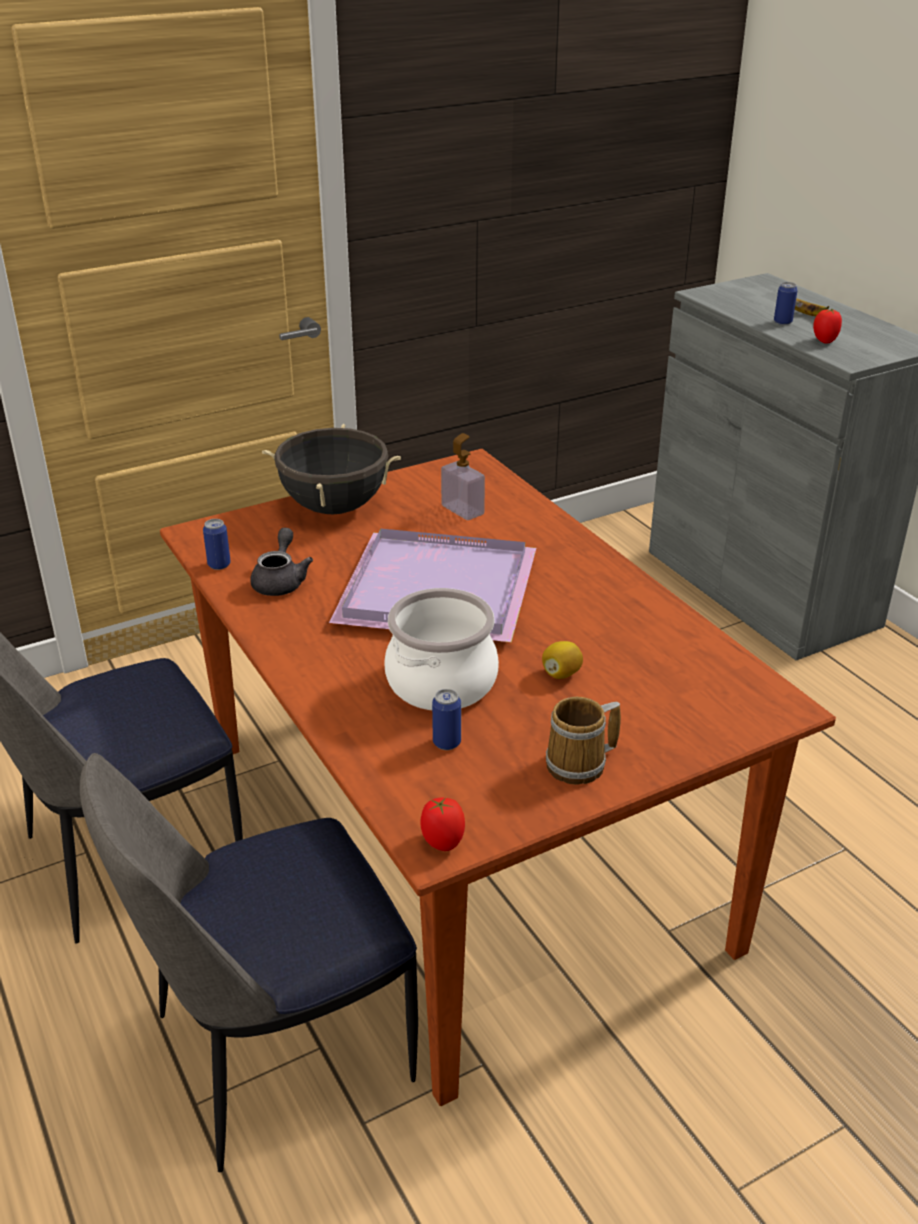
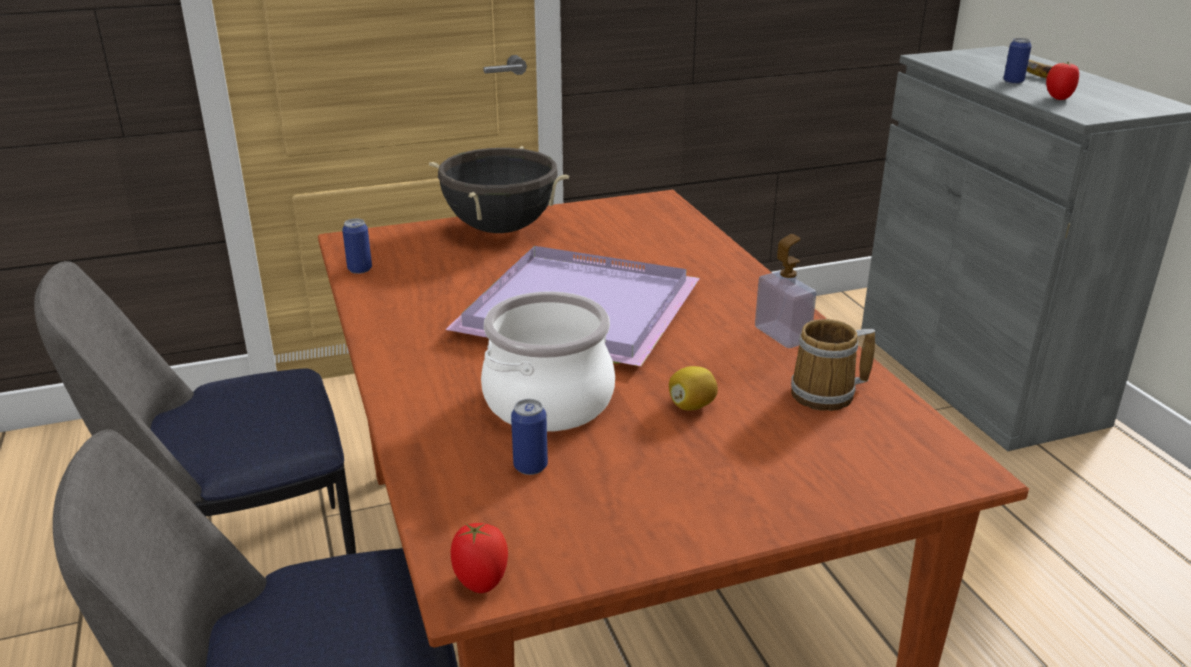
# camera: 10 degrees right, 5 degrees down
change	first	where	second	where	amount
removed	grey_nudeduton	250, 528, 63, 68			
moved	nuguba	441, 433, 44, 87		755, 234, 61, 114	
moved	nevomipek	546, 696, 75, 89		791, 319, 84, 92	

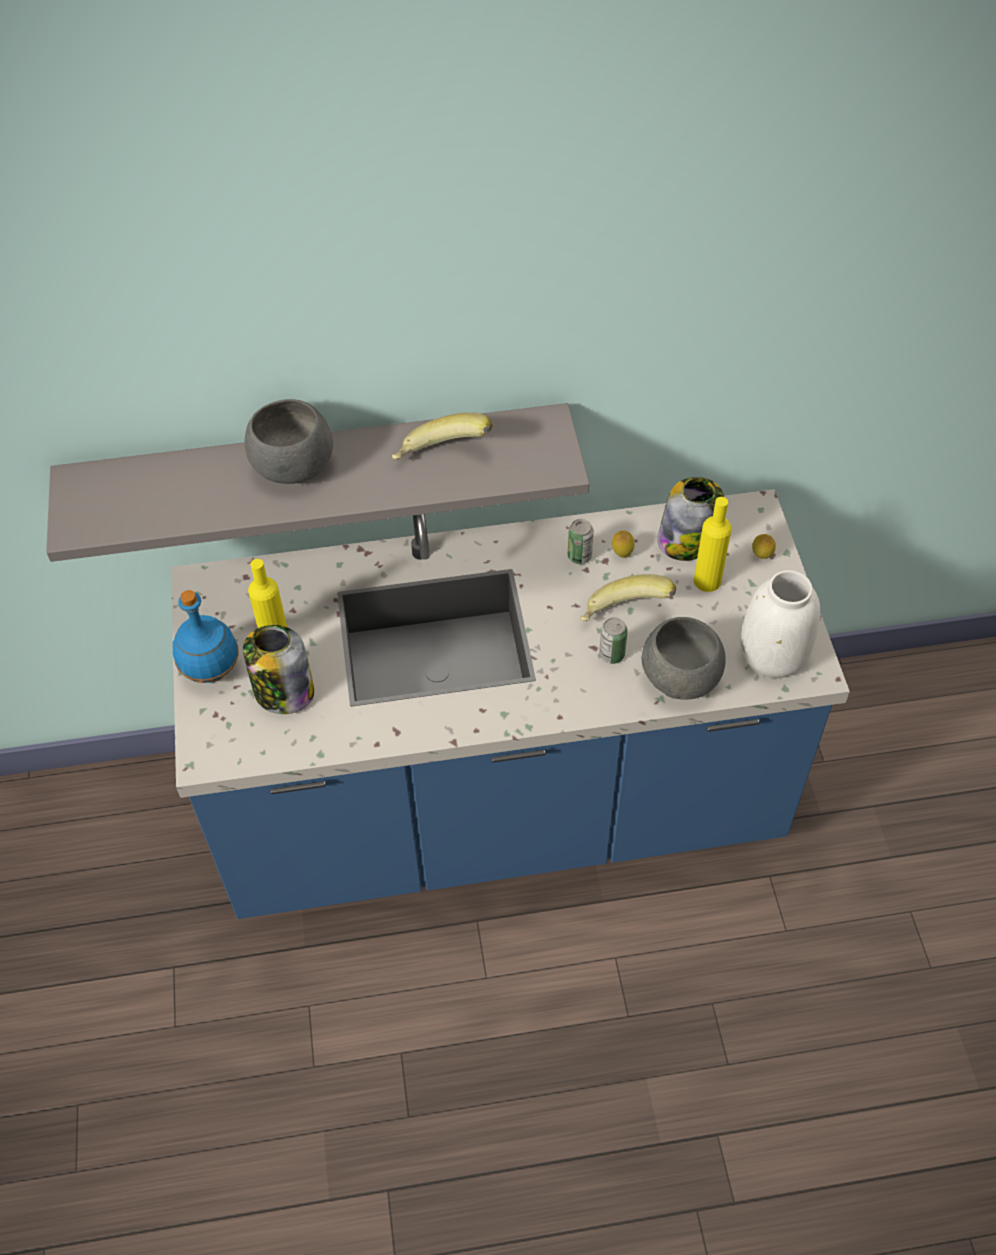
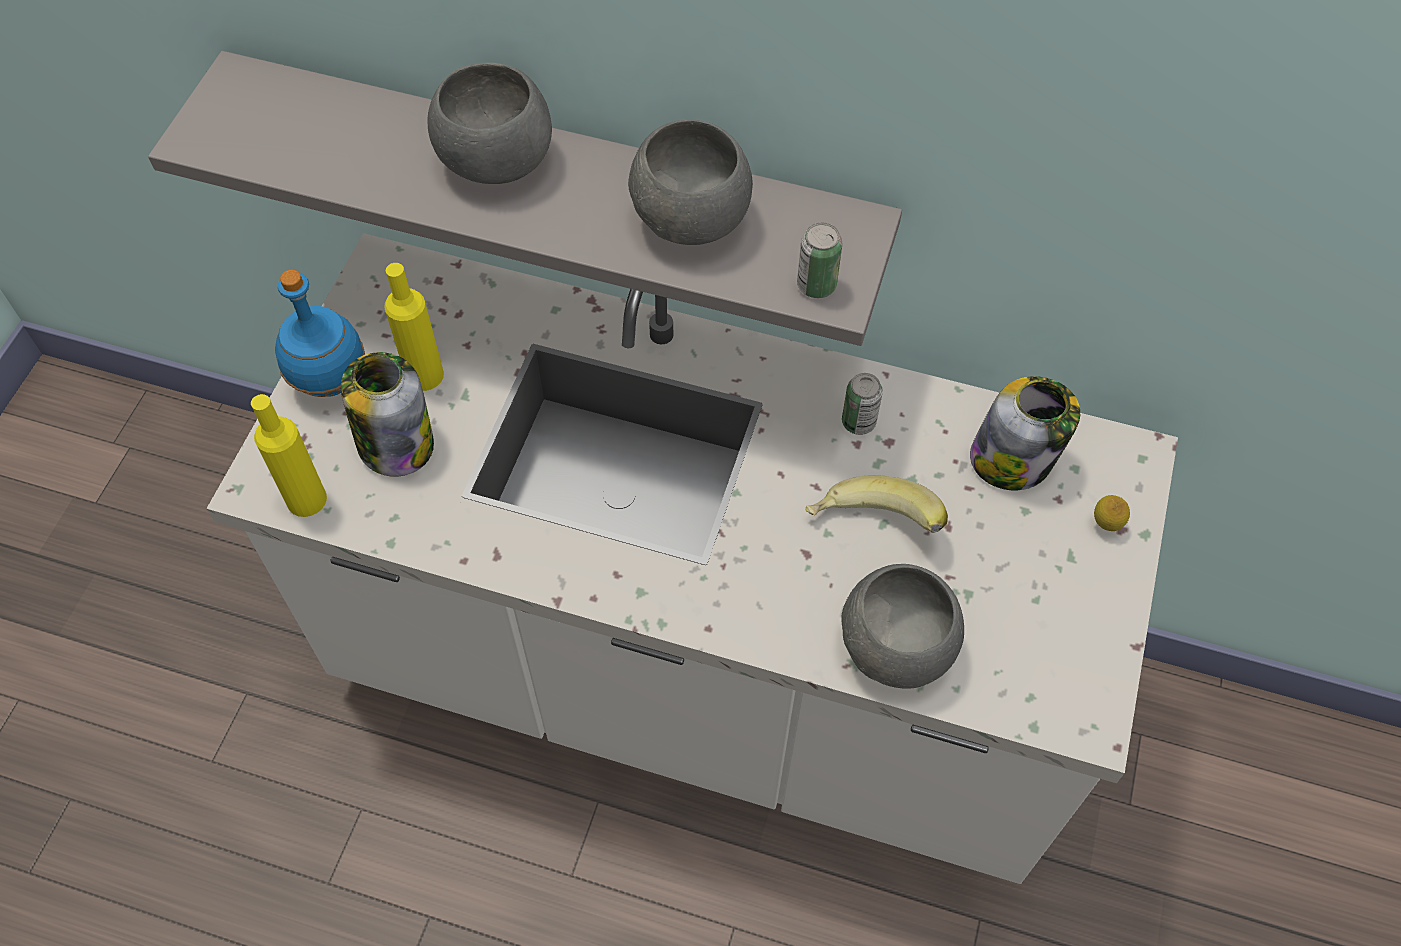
# camera: 25 degrees right, 5 degrees up
change	first	where	second	where	amount
removed	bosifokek	612, 530, 23, 28			
removed	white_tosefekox	740, 570, 80, 108			
moved	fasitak	599, 617, 29, 47		797, 222, 46, 76	
moved	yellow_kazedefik	694, 497, 38, 95		251, 394, 76, 123	
replaced	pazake	392, 412, 101, 48	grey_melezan	628, 119, 125, 126	
recoloured	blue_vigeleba	171, 489, 679, 430	white_vigeleba	206, 233, 972, 651	

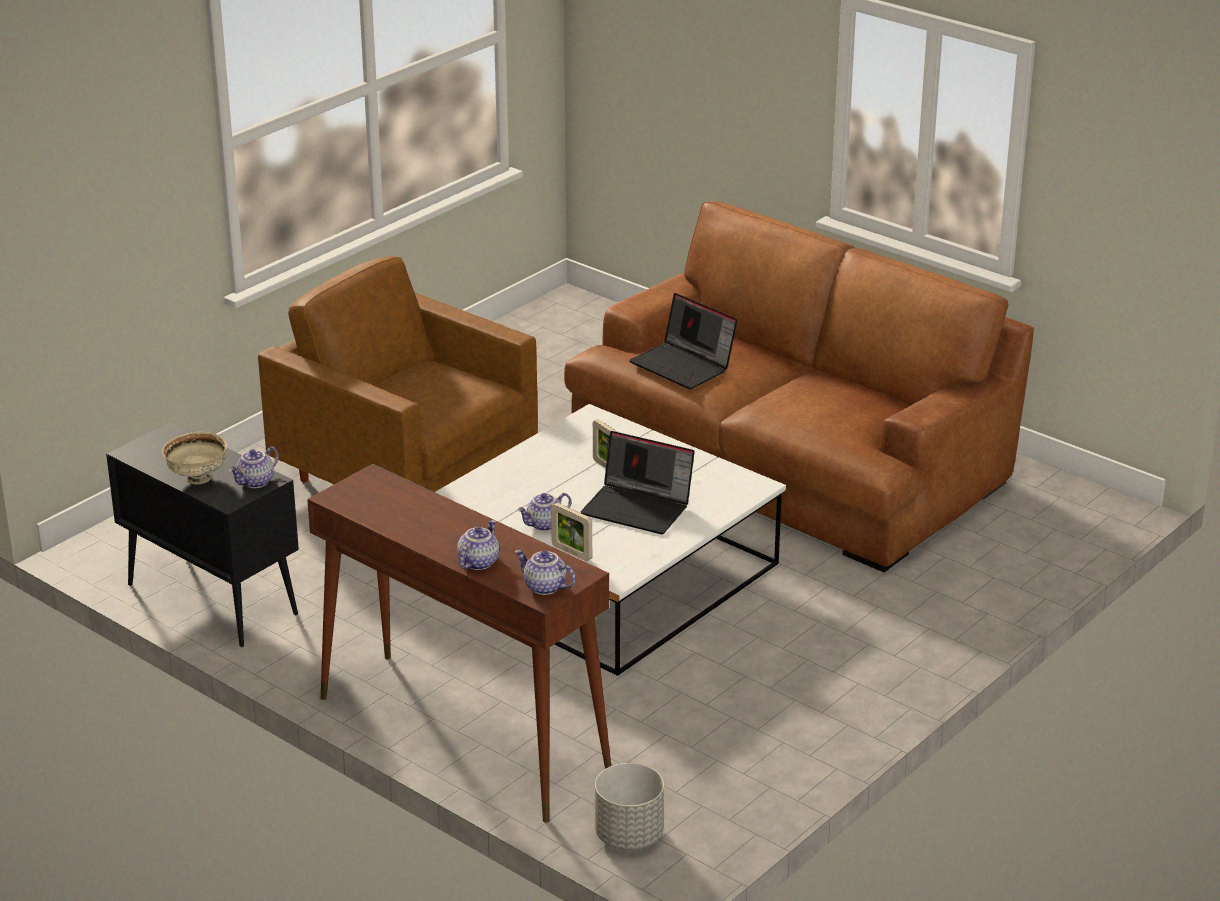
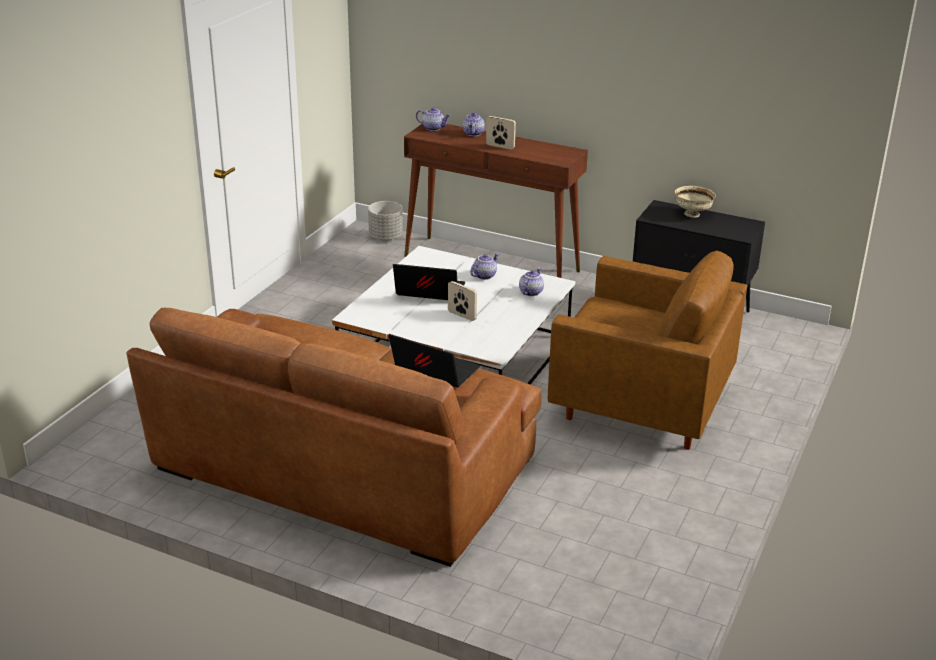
# camera: 165 degrees right, 0 degrees up
change	first	where	second	where	amount
moved	nudeduton	229, 446, 50, 42		519, 268, 25, 28	
moved	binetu	551, 503, 41, 58		486, 116, 30, 34	

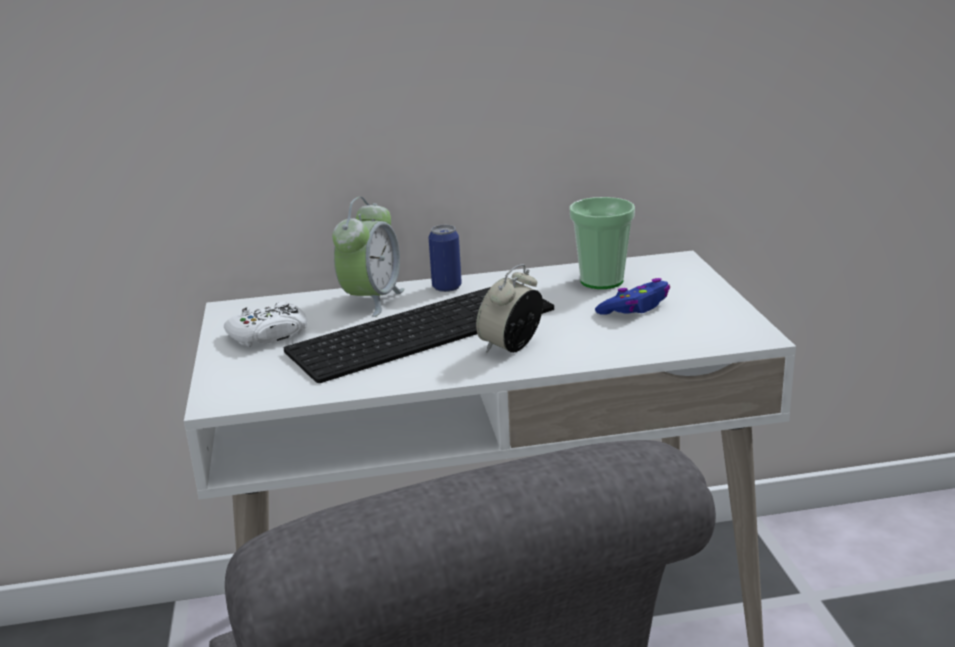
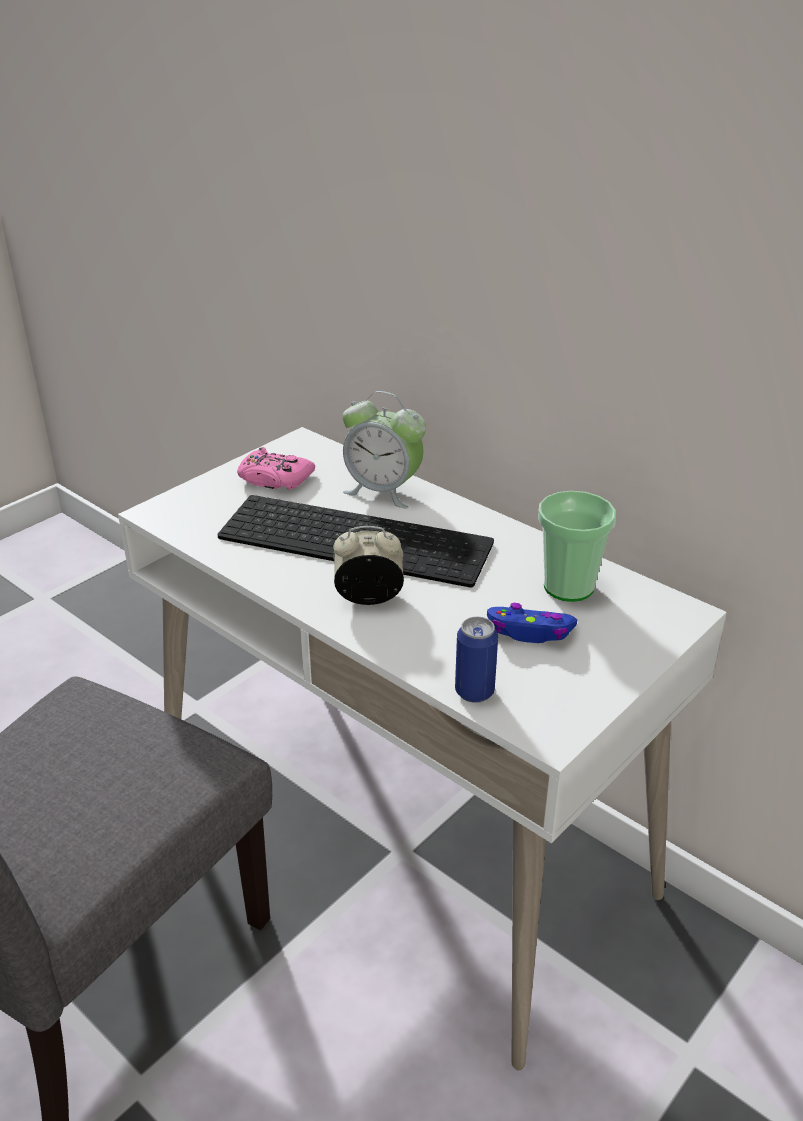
# camera: 50 degrees right, 10 degrees up
change	first	where	second	where	amount
moved	fasitak	429, 225, 33, 67		455, 617, 43, 86	
recoloured	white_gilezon	224, 302, 83, 45	pink_gilezon	237, 447, 78, 43	
turned	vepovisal	332, 197, 73, 120		343, 391, 83, 117	45 degrees clockwise

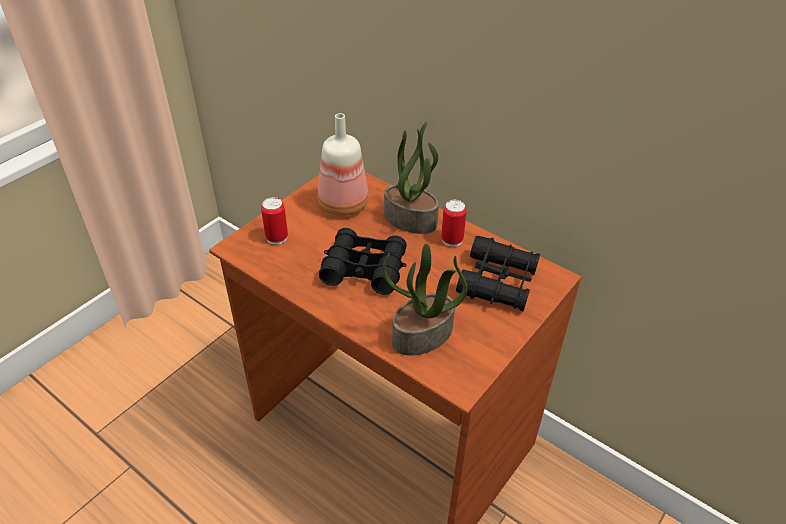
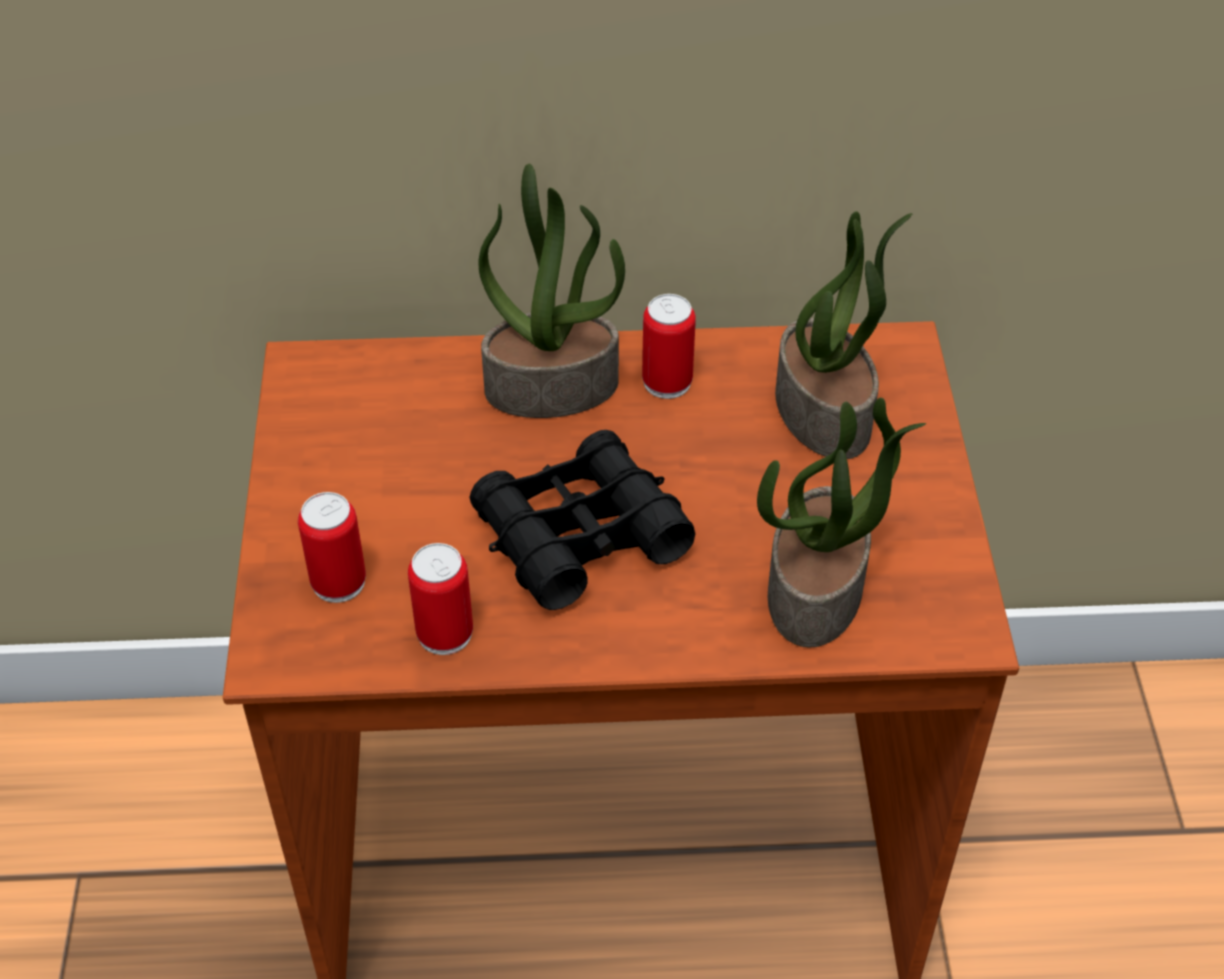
# camera: 40 degrees left, 5 degrees up
change	first	where	second	where	amount
removed	kazedefik	318, 113, 50, 103			
added			fasitak	408, 543, 65, 112	
replaced	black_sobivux	456, 236, 84, 75	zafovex	775, 211, 138, 248	

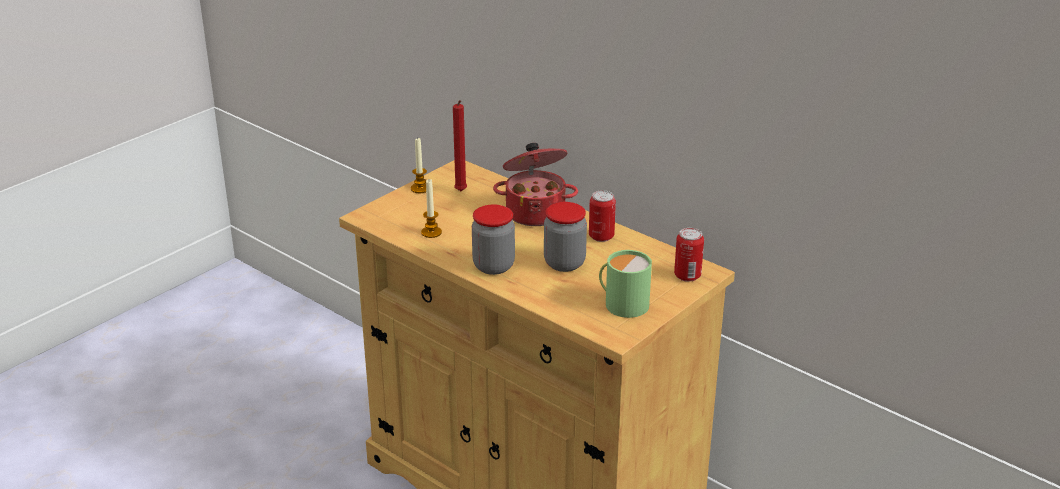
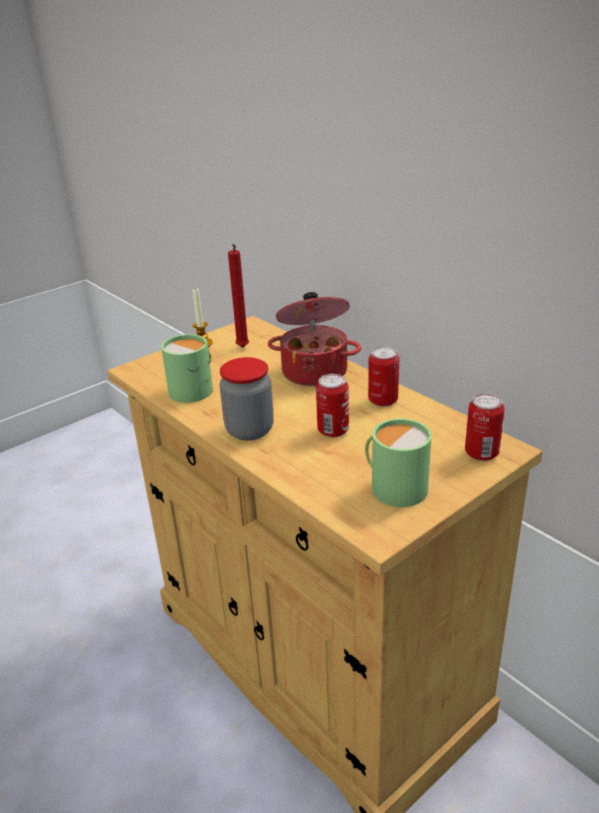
# camera: 10 degrees right, 0 degrees up
change	first	where	second	where	amount
replaced	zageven	421, 179, 21, 59	green_nevomipek	161, 334, 52, 69	
replaced	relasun	544, 202, 43, 70	fasitak	316, 374, 33, 64	

